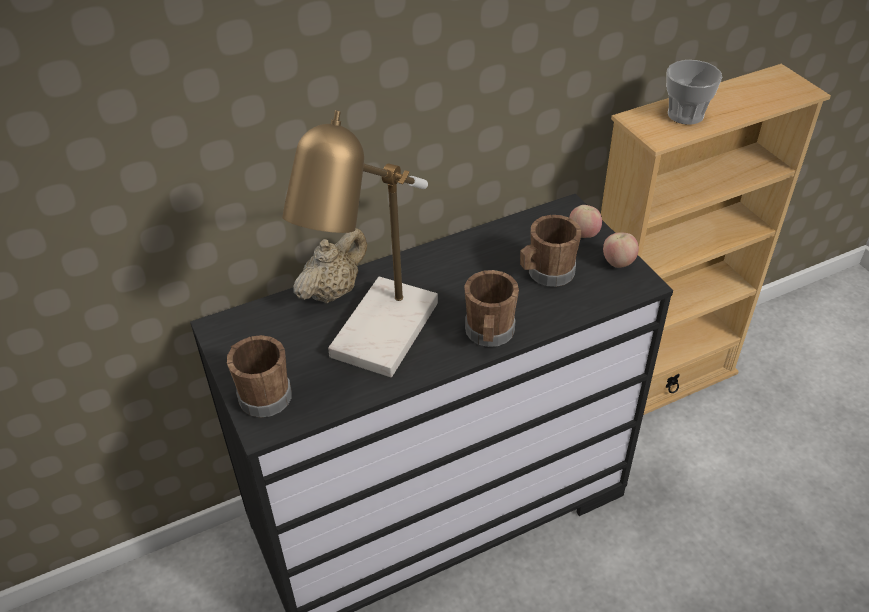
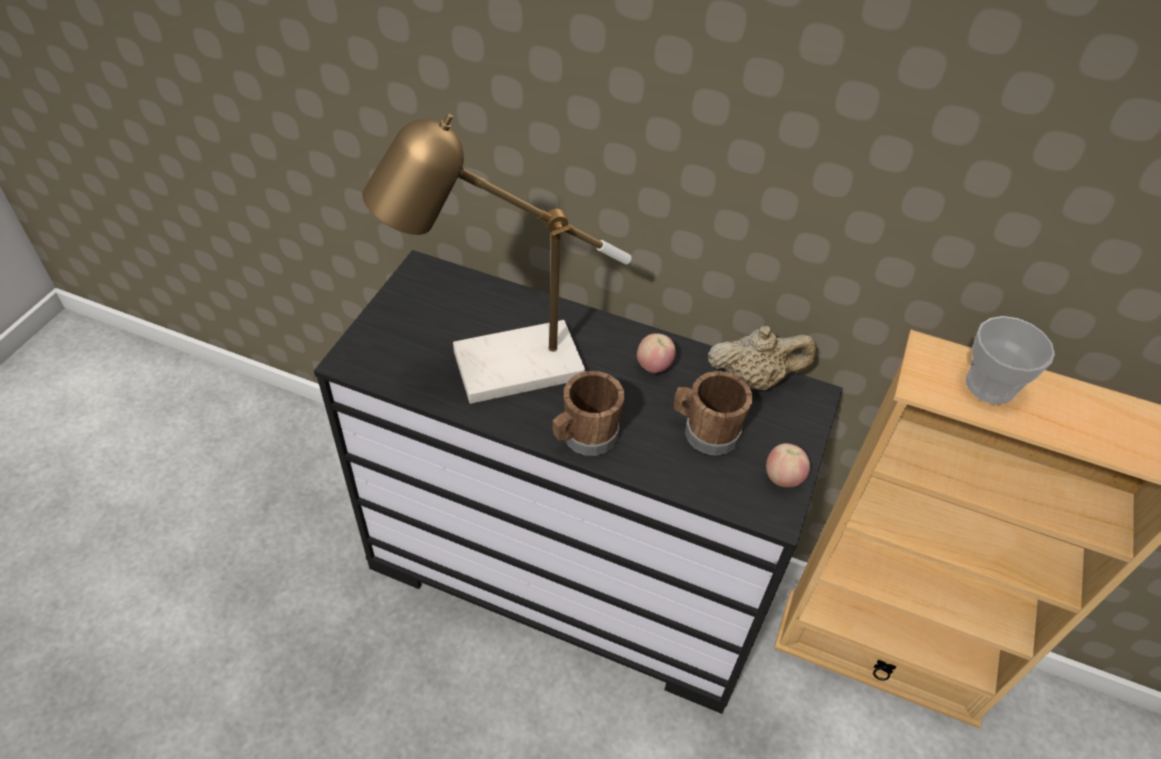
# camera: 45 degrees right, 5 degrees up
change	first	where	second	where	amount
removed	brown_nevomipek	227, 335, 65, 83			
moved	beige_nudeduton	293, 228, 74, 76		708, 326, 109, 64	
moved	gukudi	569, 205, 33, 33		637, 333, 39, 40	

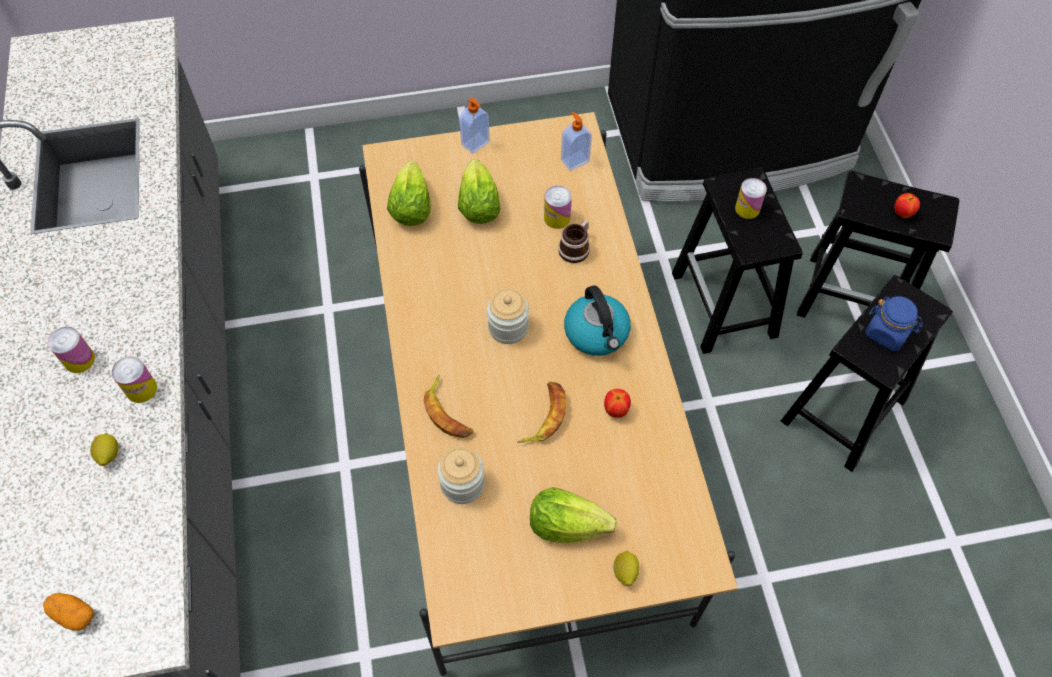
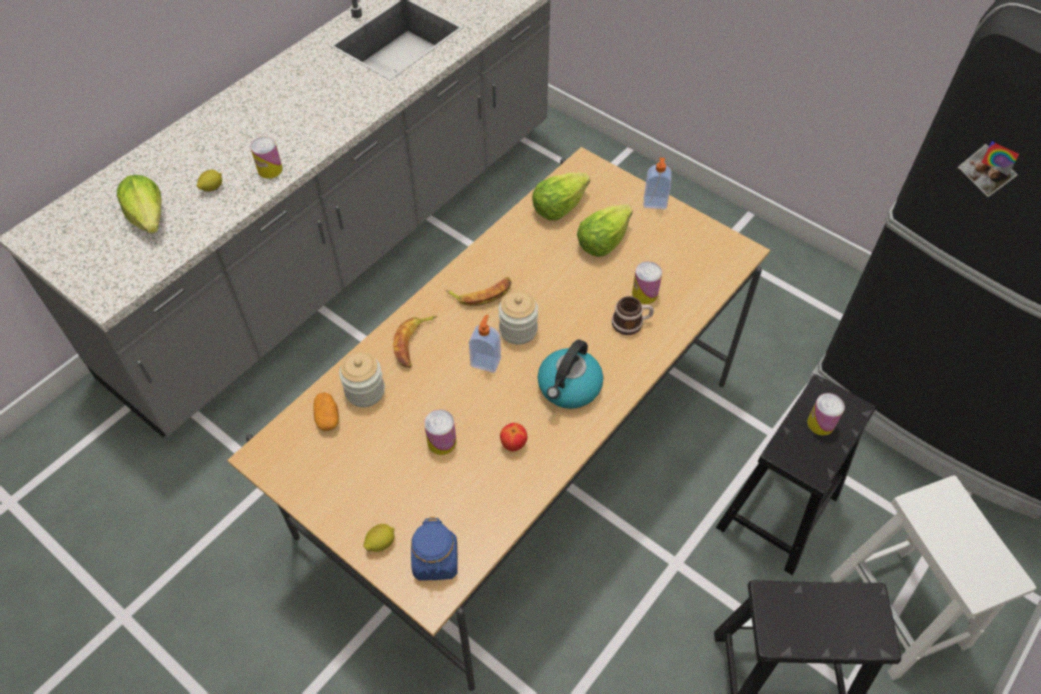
# camera: 50 degrees right, 5 degrees down
change	first	where	second	where	amount
removed	gukudi	894, 193, 26, 25			
moved	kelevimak	43, 593, 51, 38		313, 392, 26, 39	
moved	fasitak	48, 327, 47, 46		424, 409, 32, 46	
moved	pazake	518, 382, 48, 61		446, 277, 66, 29	
moved	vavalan	530, 487, 87, 56		117, 175, 45, 59	
moved	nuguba	561, 112, 31, 59		469, 315, 32, 58	
moved	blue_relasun	865, 296, 58, 55		411, 516, 47, 65	
recoloured	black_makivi	797, 171, 163, 147	white_makivi	830, 475, 206, 205	

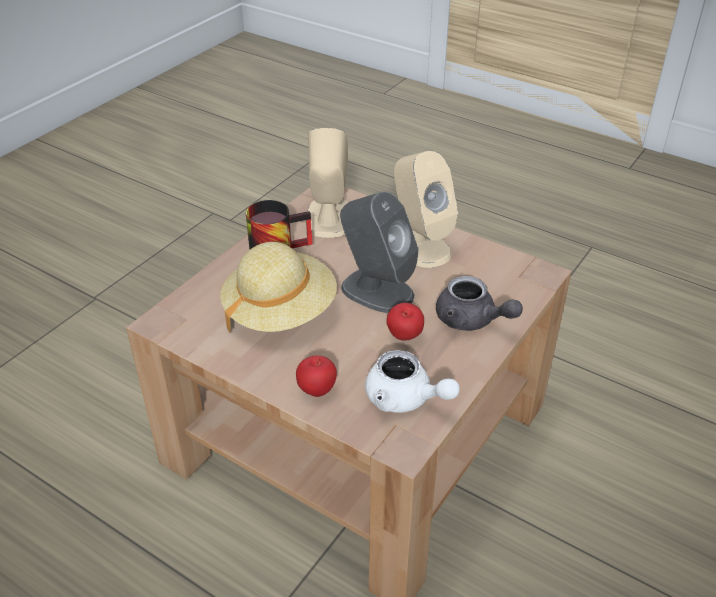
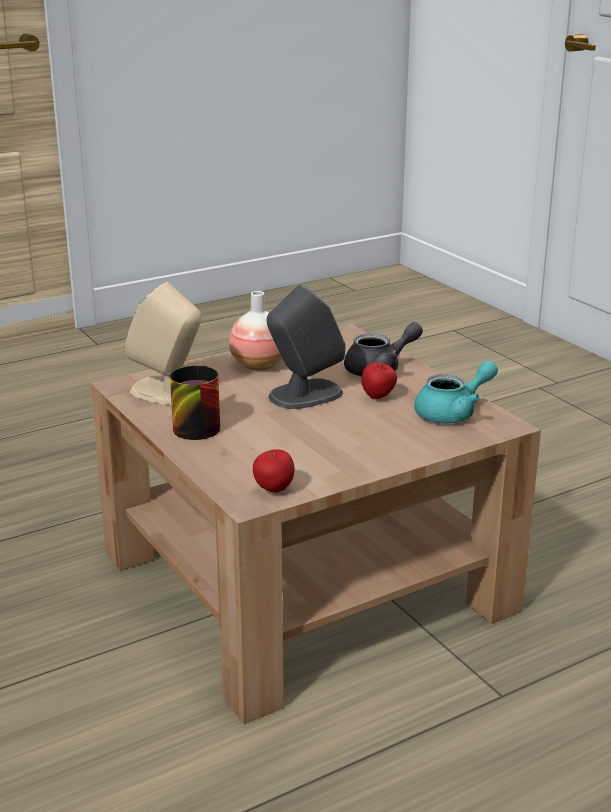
# camera: 65 degrees left, 15 degrees down
change	first	where	second	where	amount
removed	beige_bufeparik	220, 242, 117, 92			
moved	gukudi	296, 355, 41, 42		253, 449, 42, 44	
replaced	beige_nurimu	394, 151, 64, 117	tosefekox	229, 291, 53, 79	
recoloured	white_nudeduton	365, 350, 95, 63	turquoise_nudeduton	414, 361, 84, 62	

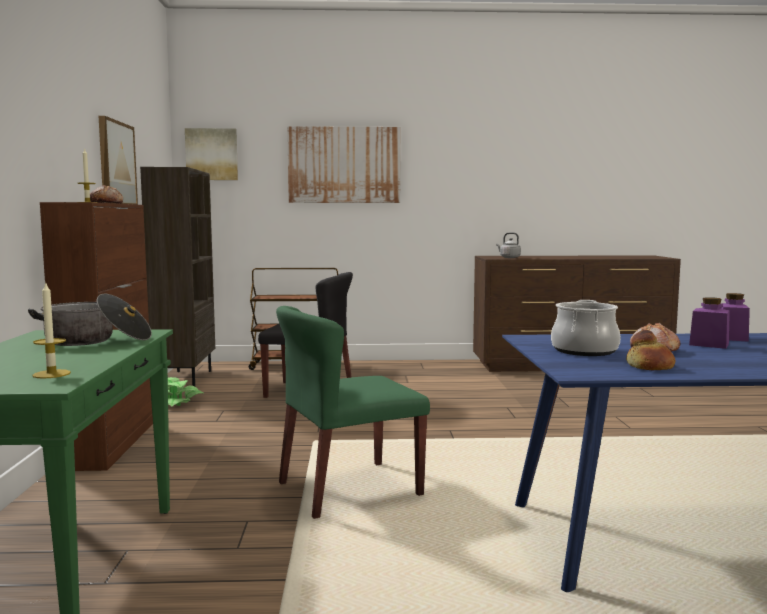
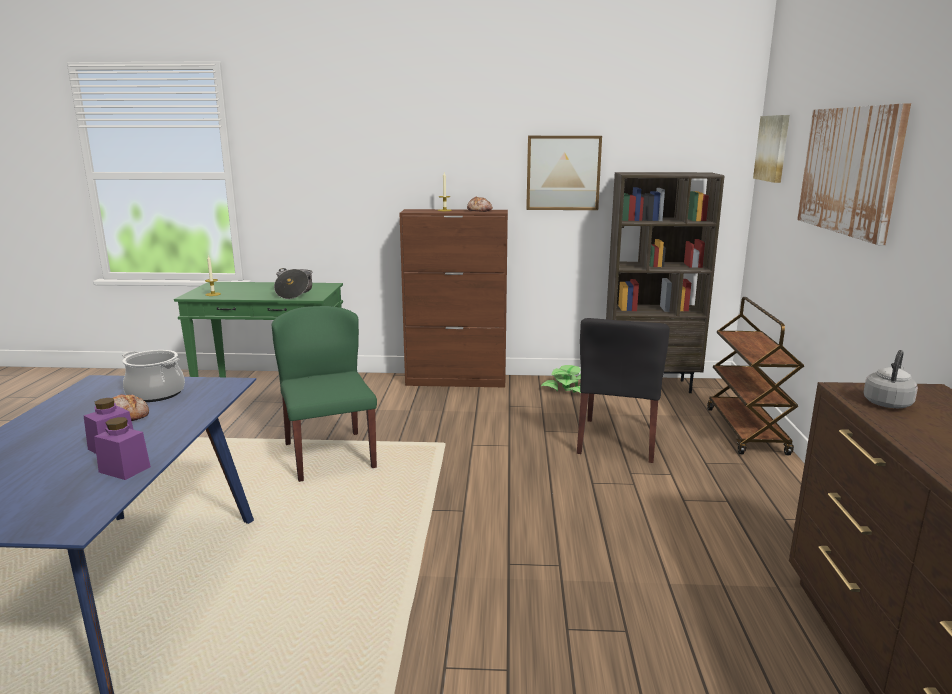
# camera: 95 degrees right, 10 degrees up
change	first	where	second	where	amount
removed	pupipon	626, 330, 49, 40			

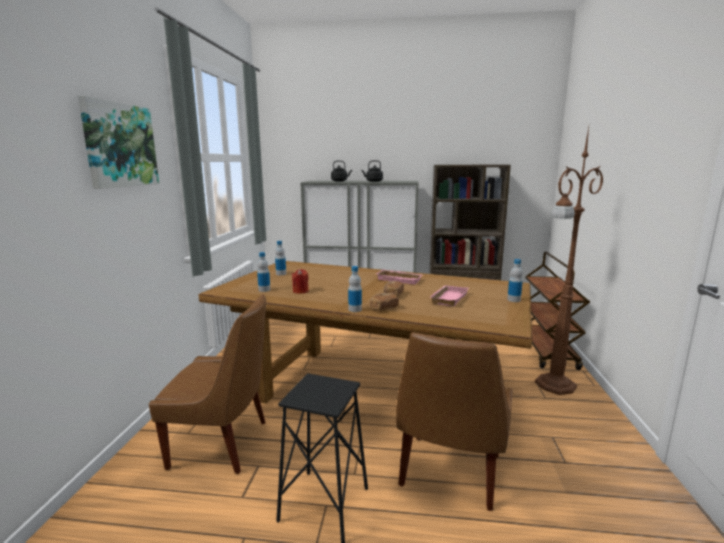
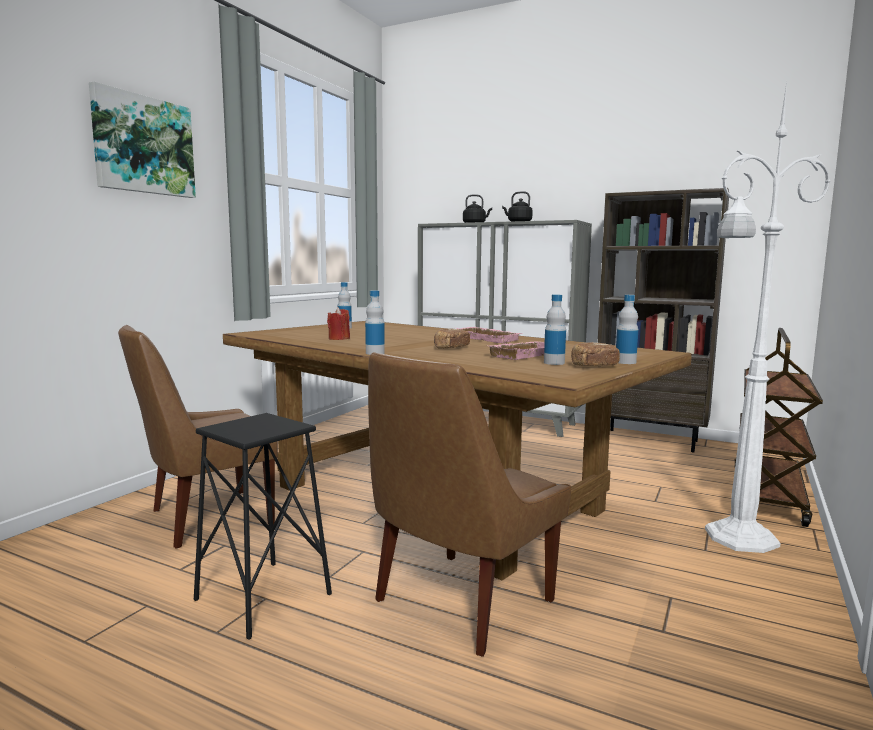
# camera: 20 degrees right, 5 degrees down
change	first	where	second	where	amount
moved	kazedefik	257, 252, 13, 40		544, 295, 22, 70	
moved	pupipon	370, 293, 29, 18		571, 342, 49, 24	
recoloured	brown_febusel	535, 127, 68, 268	white_febusel	705, 82, 126, 471	
turned	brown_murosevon	149, 294, 117, 180		118, 325, 160, 224	120 degrees clockwise

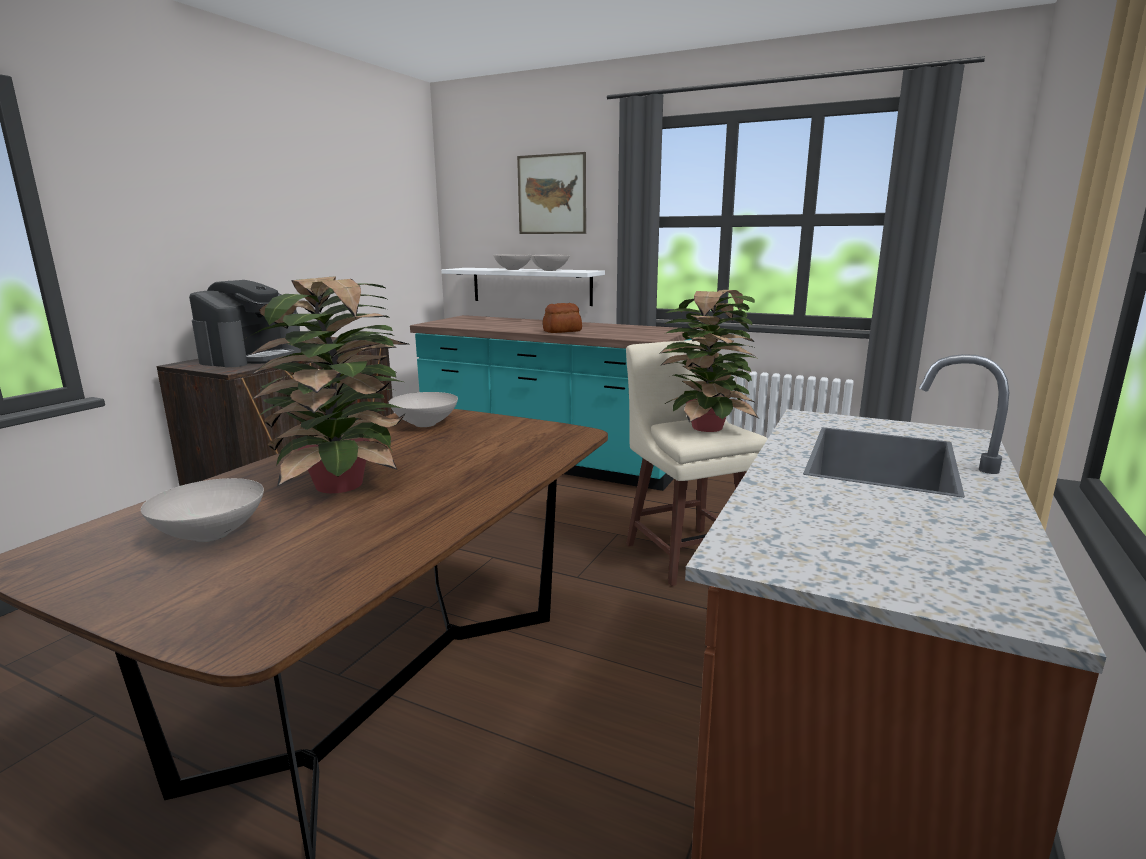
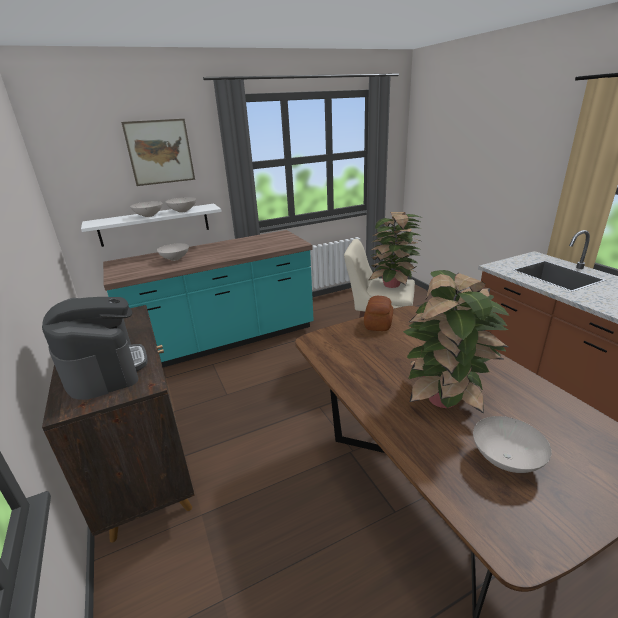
# camera: 50 degrees left, 10 degrees up
change	first	where	second	where	amount
moved	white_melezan	389, 392, 69, 35		157, 243, 32, 18	
moved	pupipon	543, 303, 39, 30		364, 296, 29, 35	

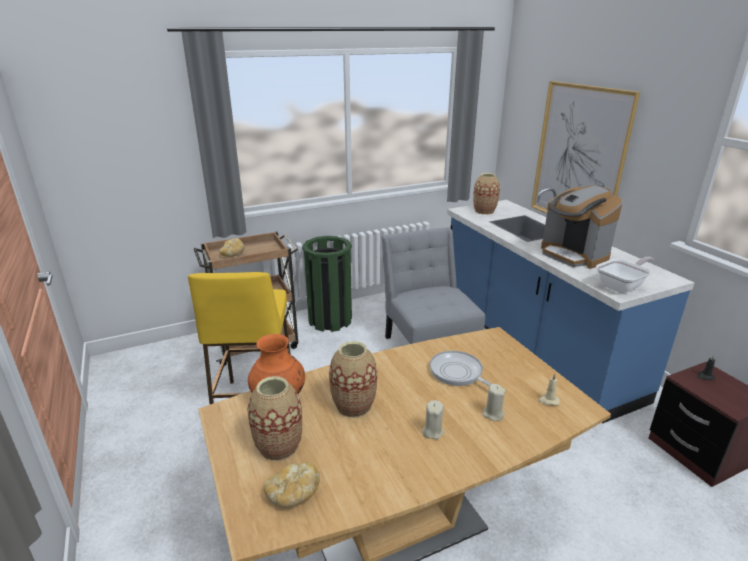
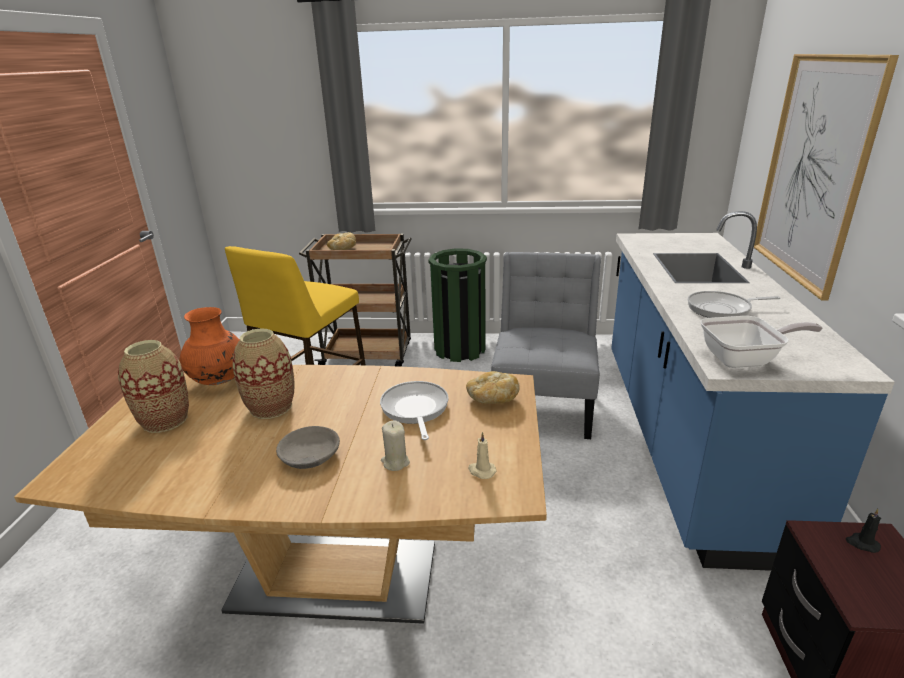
# camera: 30 degrees right, 0 degrees up
change	first	where	second	where	amount
removed	tosefekox	473, 173, 27, 42			
moved	pupipon	264, 462, 56, 45		466, 371, 54, 33	
replaced	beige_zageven	422, 400, 22, 39	grey_melezan	276, 426, 64, 43	
replaced	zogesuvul	541, 186, 82, 83	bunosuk	687, 291, 93, 27	

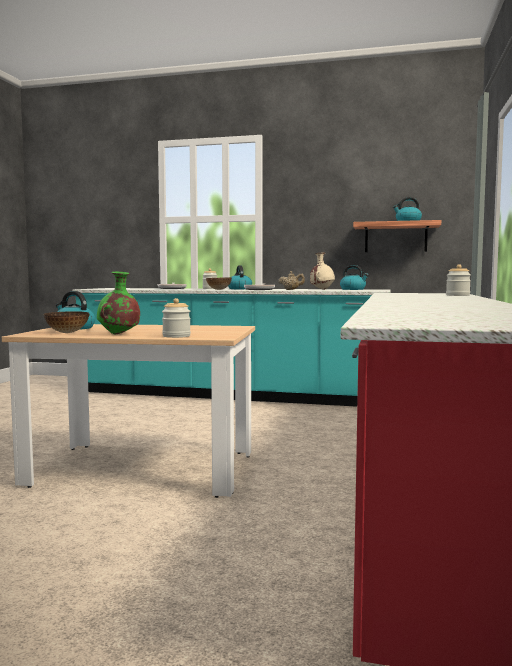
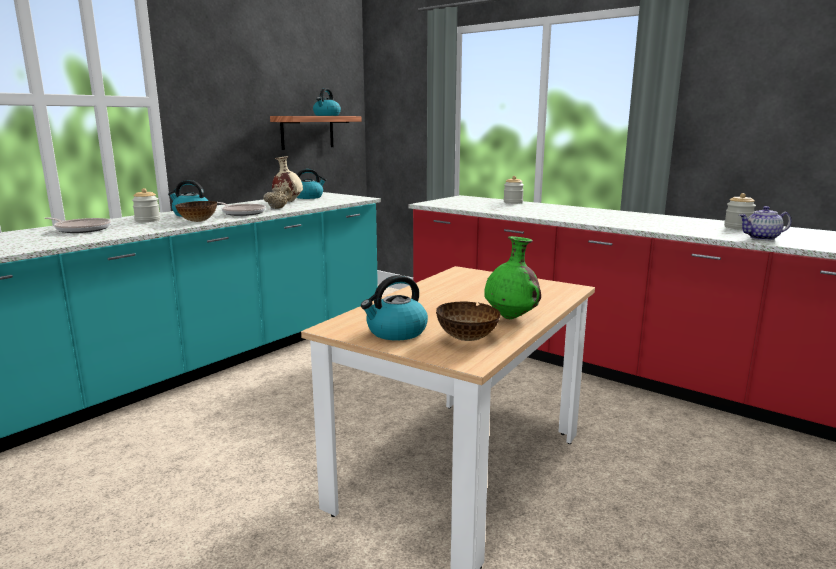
# camera: 65 degrees left, 10 degrees up
change	first	where	second	where	amount
added			nudeduton	739, 206, 53, 34	
moved	relasun	162, 298, 29, 40		724, 193, 32, 36	

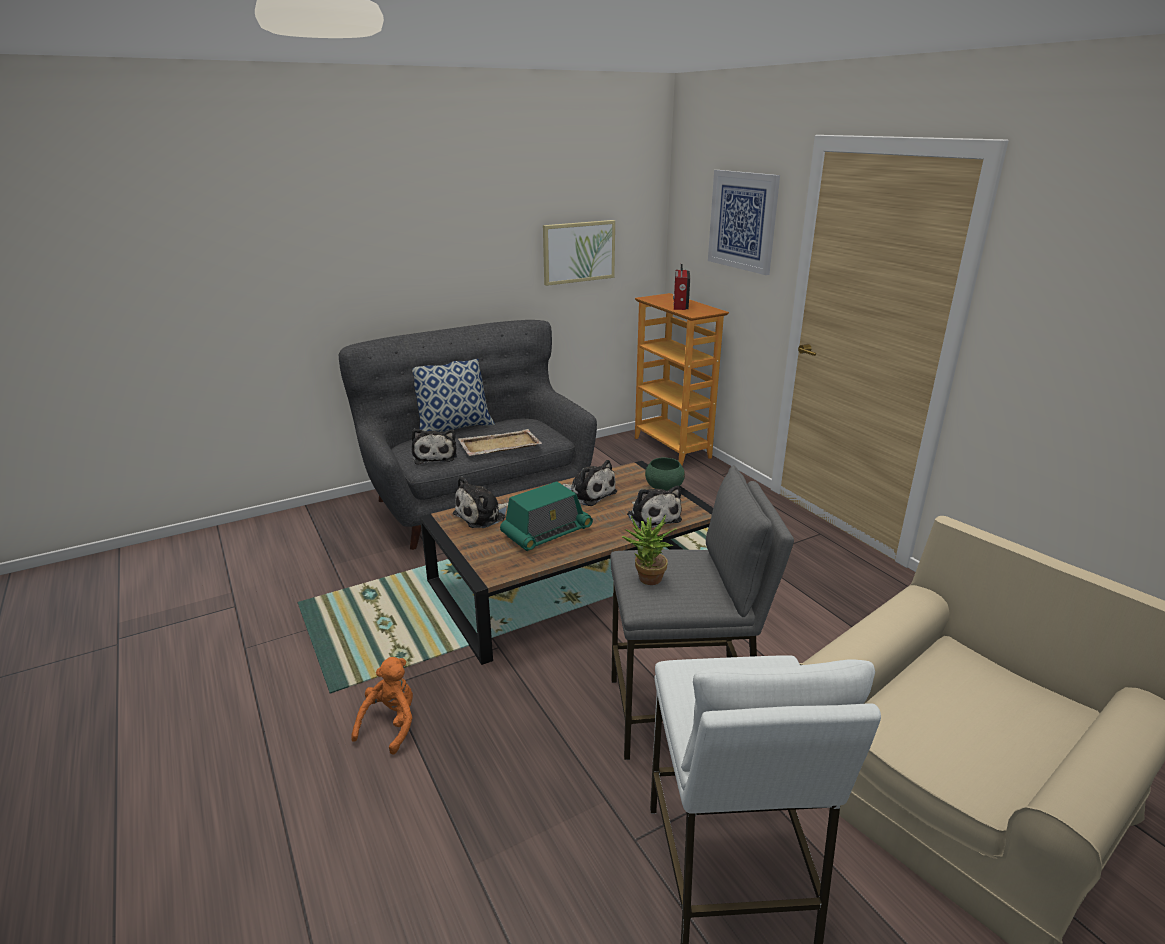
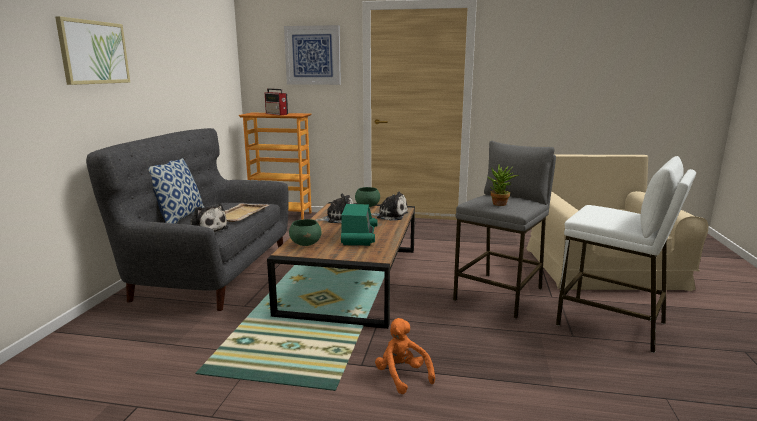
# camera: 50 degrees left, 10 degrees down
change	first	where	second	where	amount
moved	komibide	543, 220, 72, 66		55, 16, 75, 69	
replaced	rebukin	453, 476, 56, 52	green_melezan	289, 219, 33, 27	

